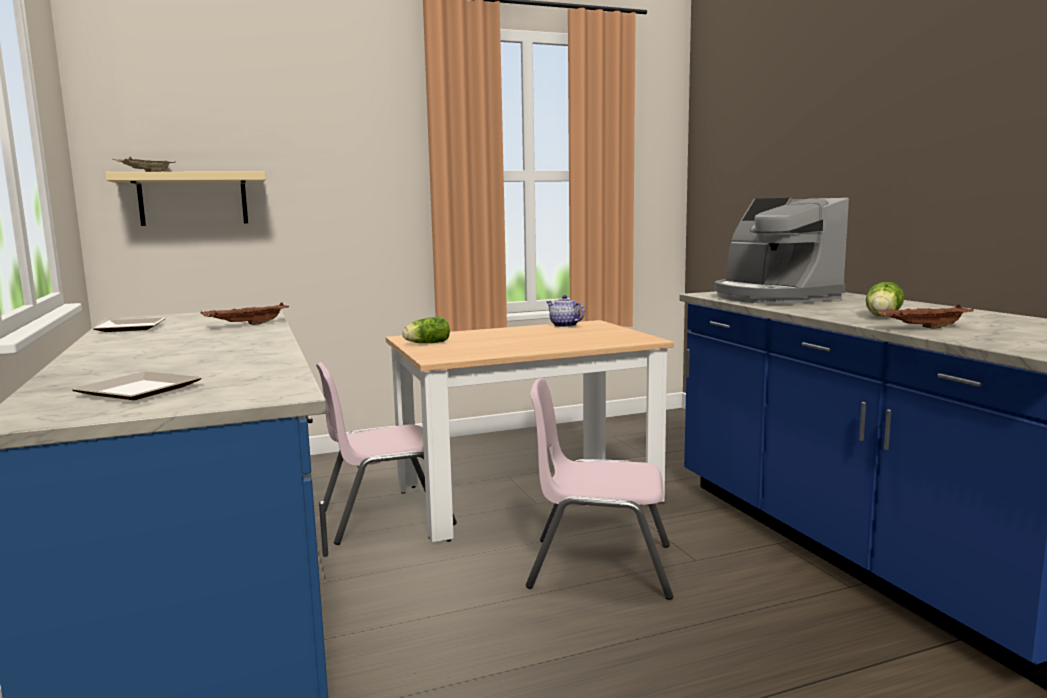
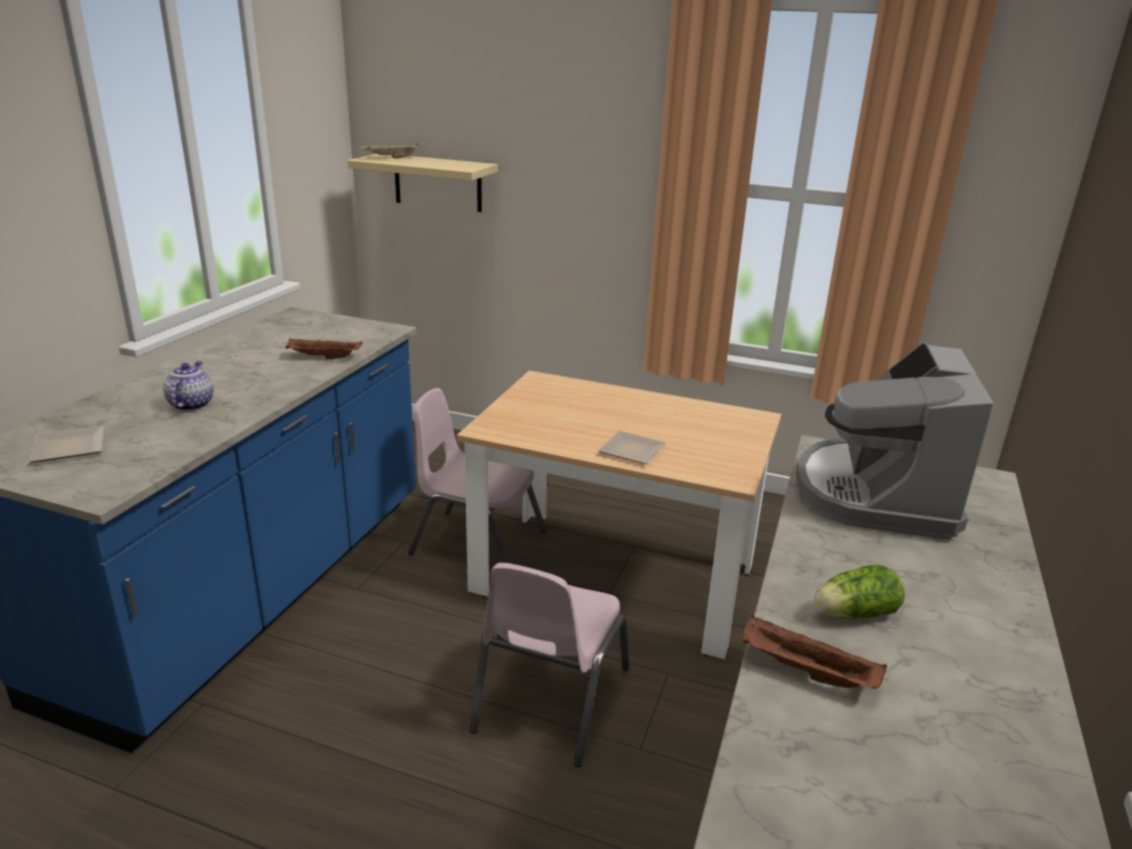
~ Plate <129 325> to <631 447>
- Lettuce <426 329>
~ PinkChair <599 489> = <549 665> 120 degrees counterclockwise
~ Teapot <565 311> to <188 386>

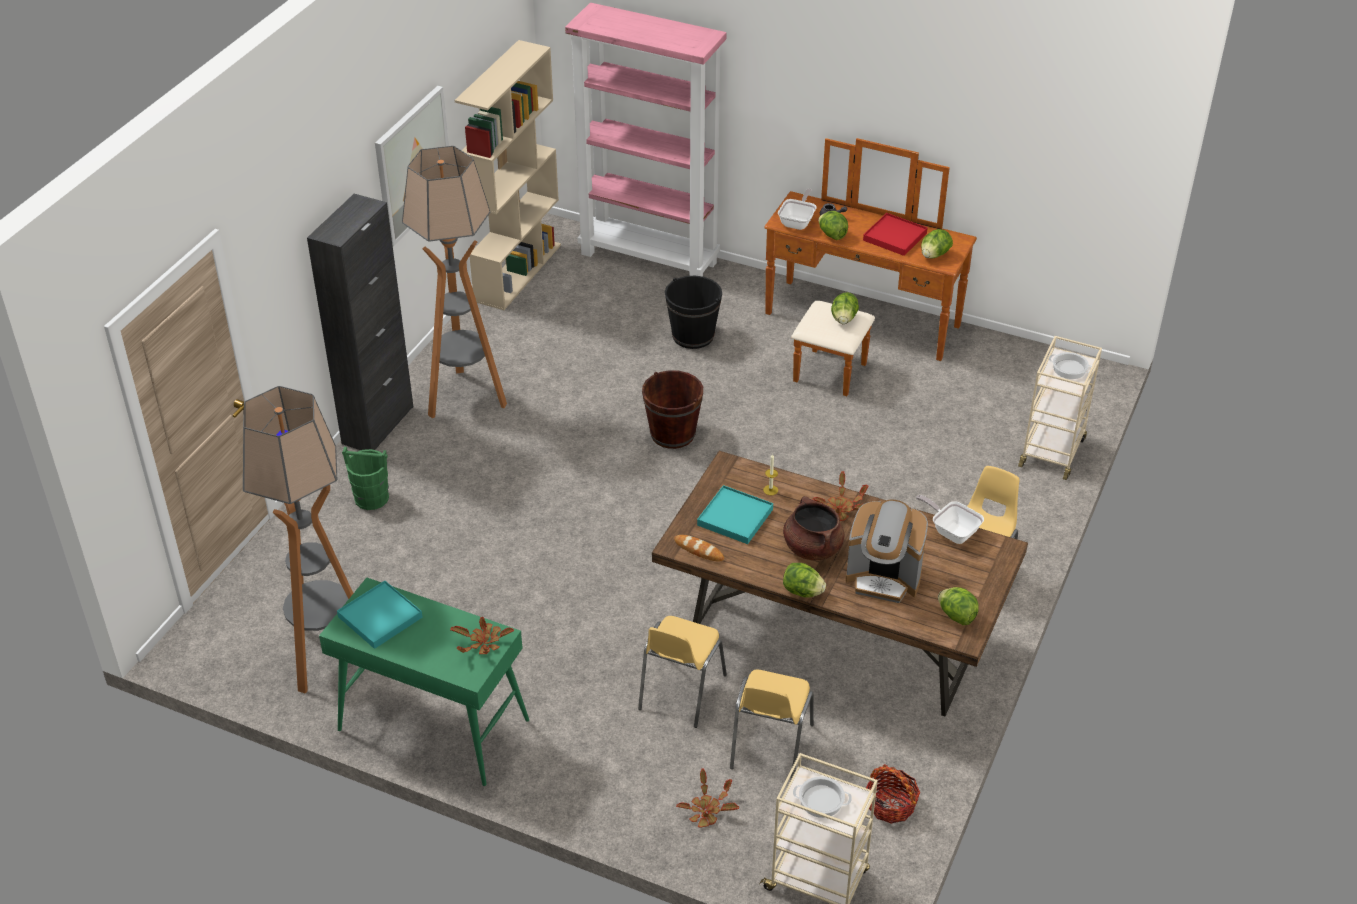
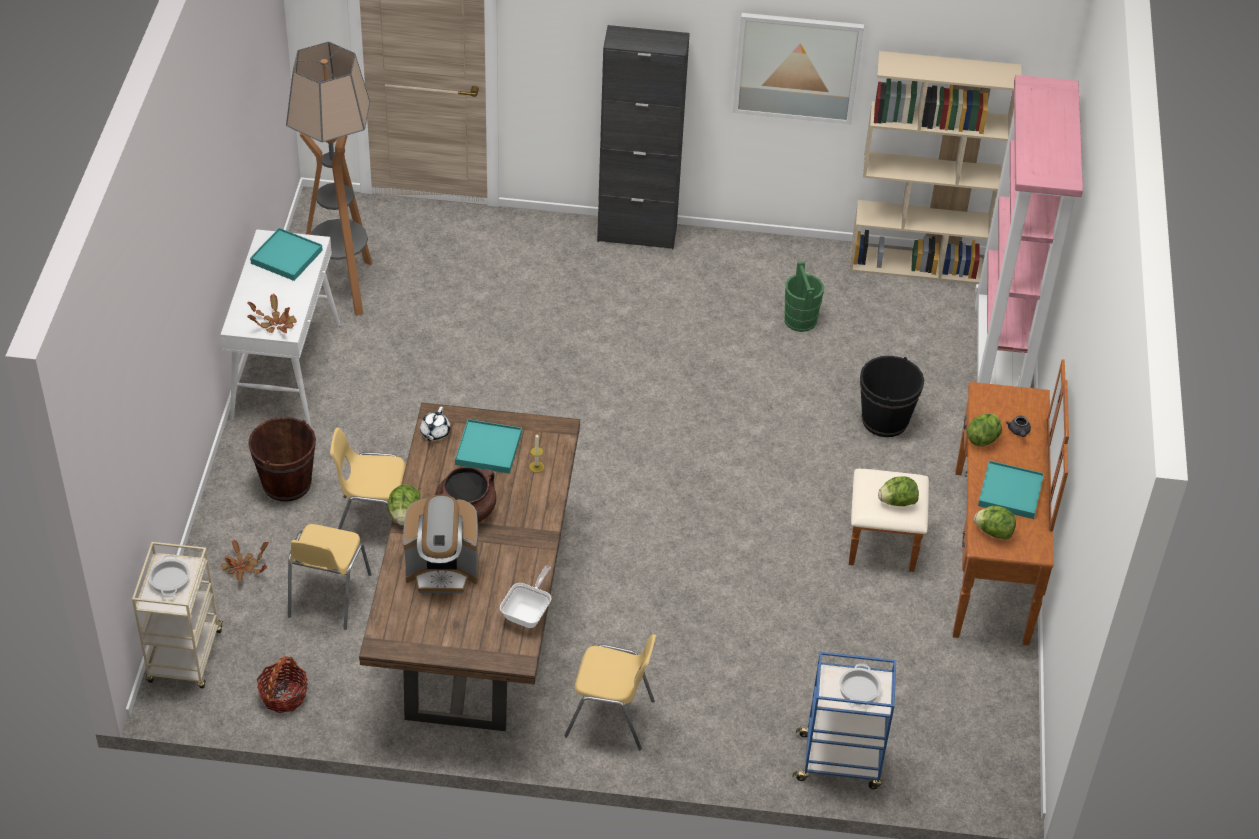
~ GreenConsoleTable <424 681> to WhiteConsoleTable <280 328>
~ GreenBucket <365 478> to <804 297>
- FloorLamp <454 282>
~ BrownBucket <672 409> to <282 459>
~ Bread <699 548> to WhiteTeapot <435 424>
~ YellowChair <772 725> = <330 576> 75 degrees counterclockwise
- FryingPan <797 209>
- PottedPlant <840 496>
~ CoffeeMachine <886 551> = <441 544> 90 degrees counterclockwise
~ RedTray <895 234> to TurquoiseTray <1011 490>
- Lettuce <958 606>
~ BeigeCart <1060 408> to BlueCart <844 720>

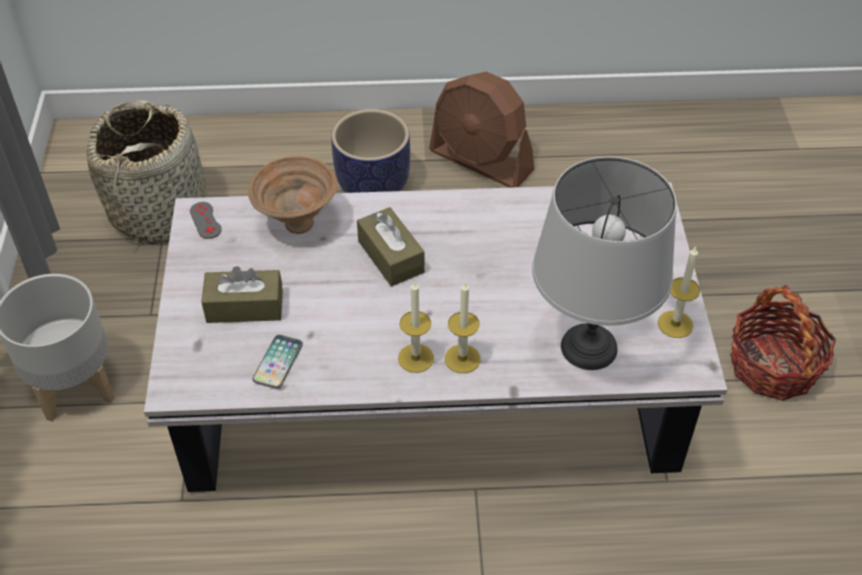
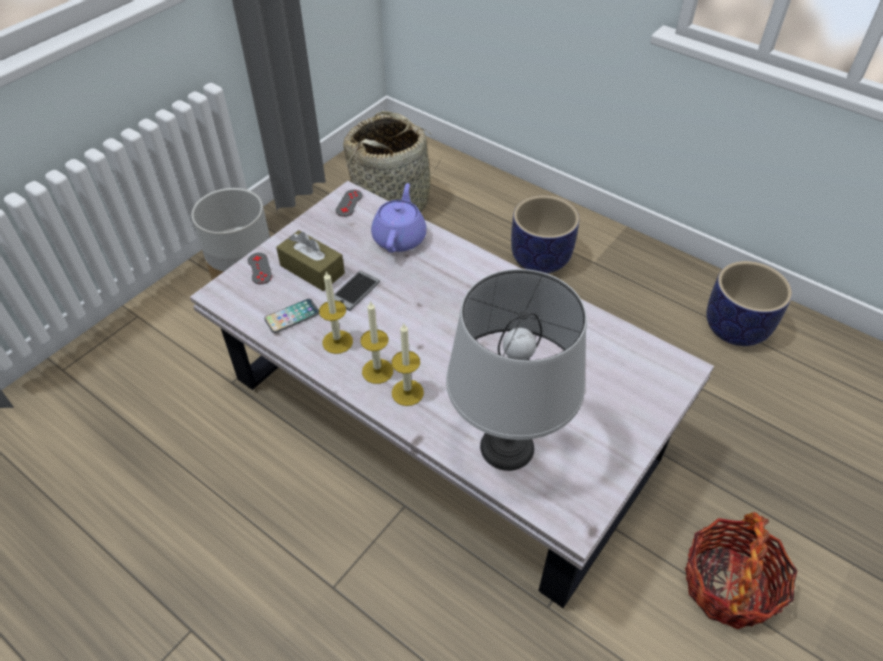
~ BrownBowl <293 195> to PurpleTeapot <399 218>
- BrownTissueBox <391 246>
- BrownFan <481 130>
~ Candle <679 292> to <336 312>
+ GreyGameController <260 268>
+ Phone <357 291>
+ Planter <749 303>

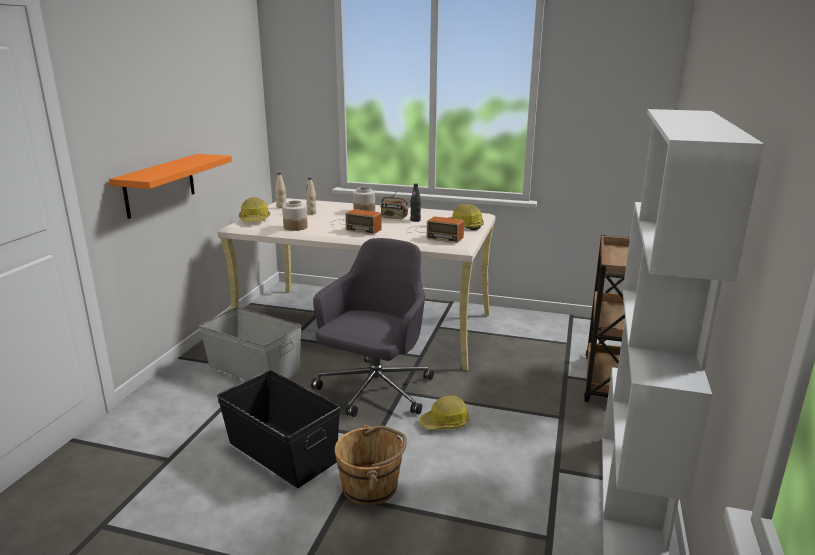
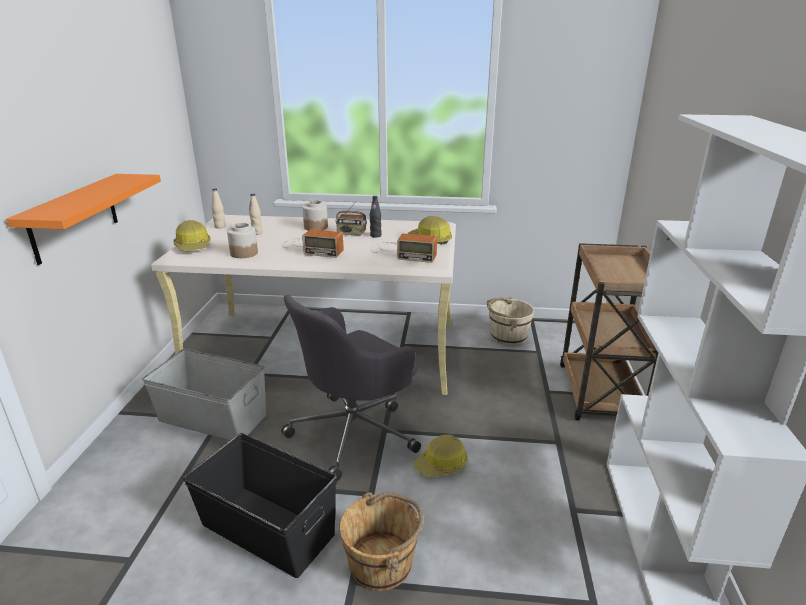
~ GreyOfficeChair <372 327> = <351 388> 150 degrees counterclockwise
+ BeigeBucket <510 321>

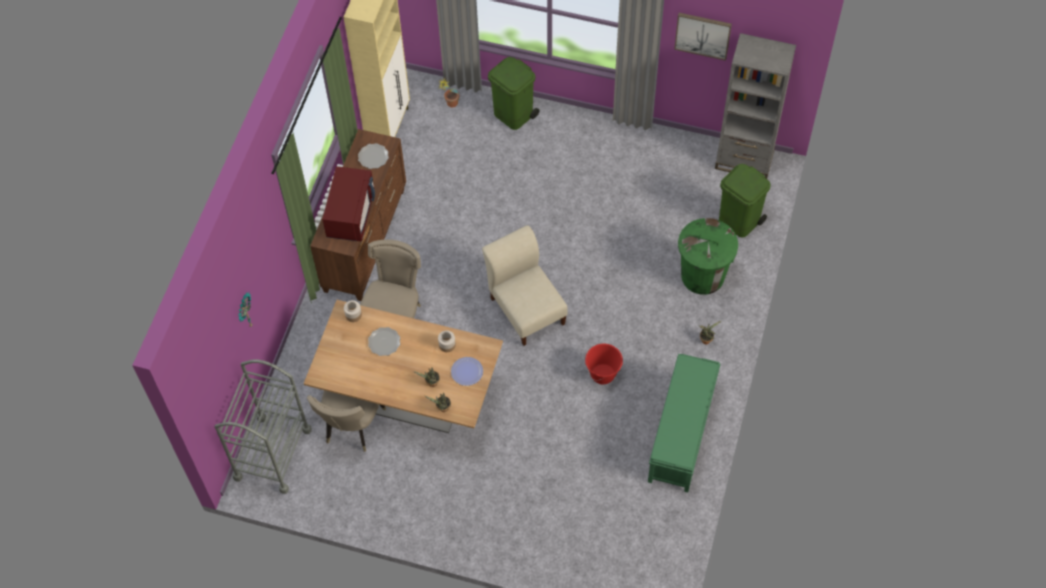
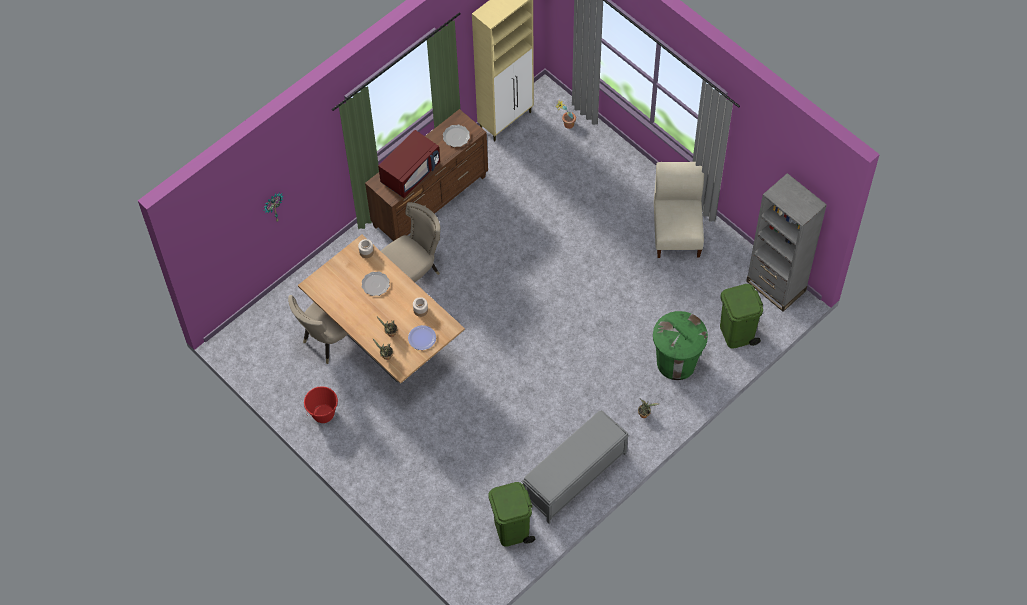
- GreyCart <263 427>
~ BeigeChair <525 285> to <679 210>
~ GreenTrashCan <514 93> to <511 514>
~ RedBucket <604 364> to <321 404>
~ GreenBench <684 423> to GreyBench <575 467>
- Picture <703 37>

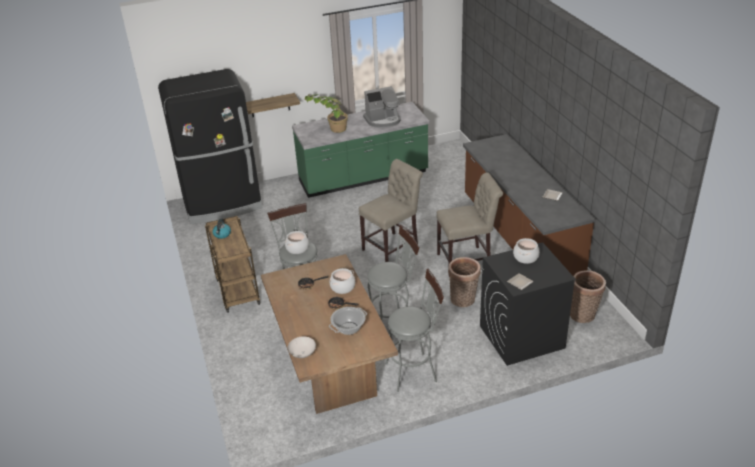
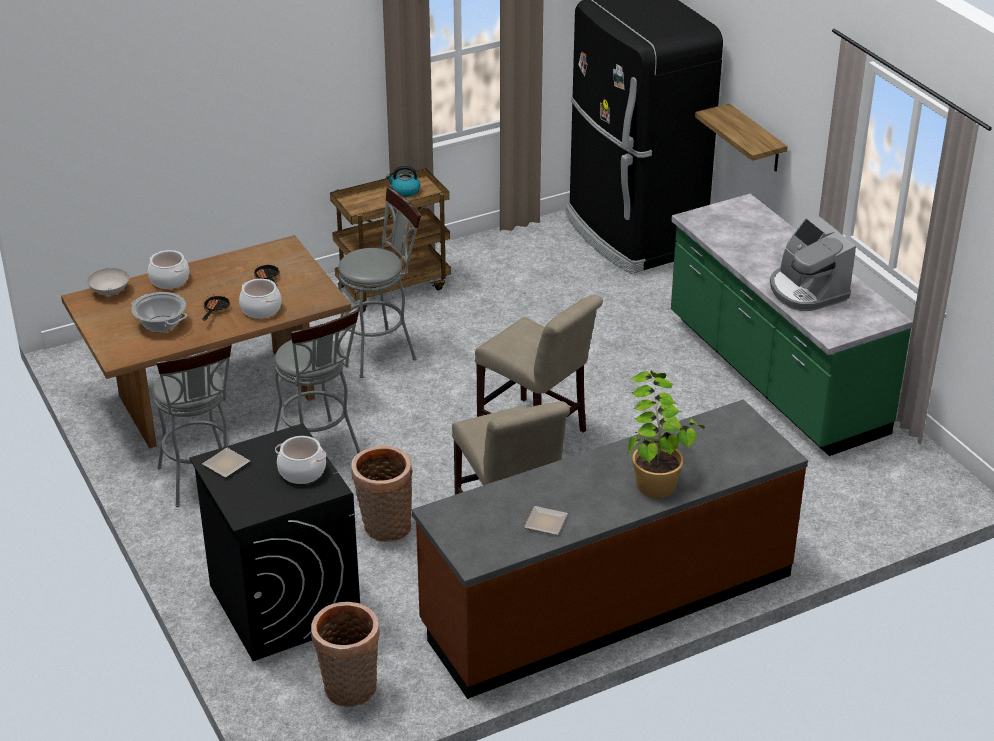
~ CookingPot <297 242> to <168 269>
~ PottedPlant <326 113> to <666 434>

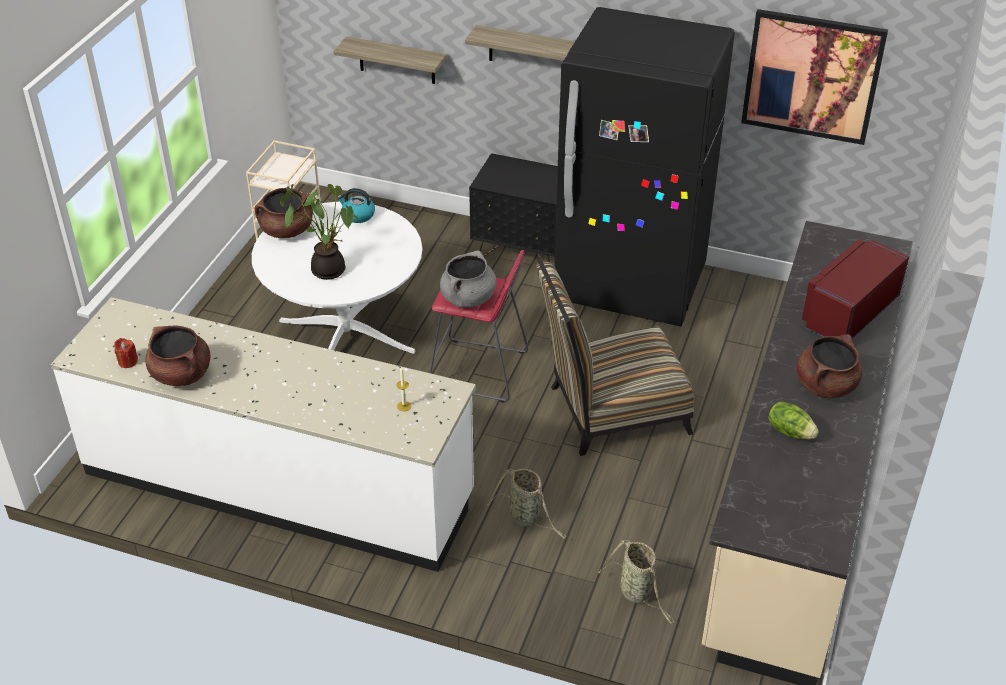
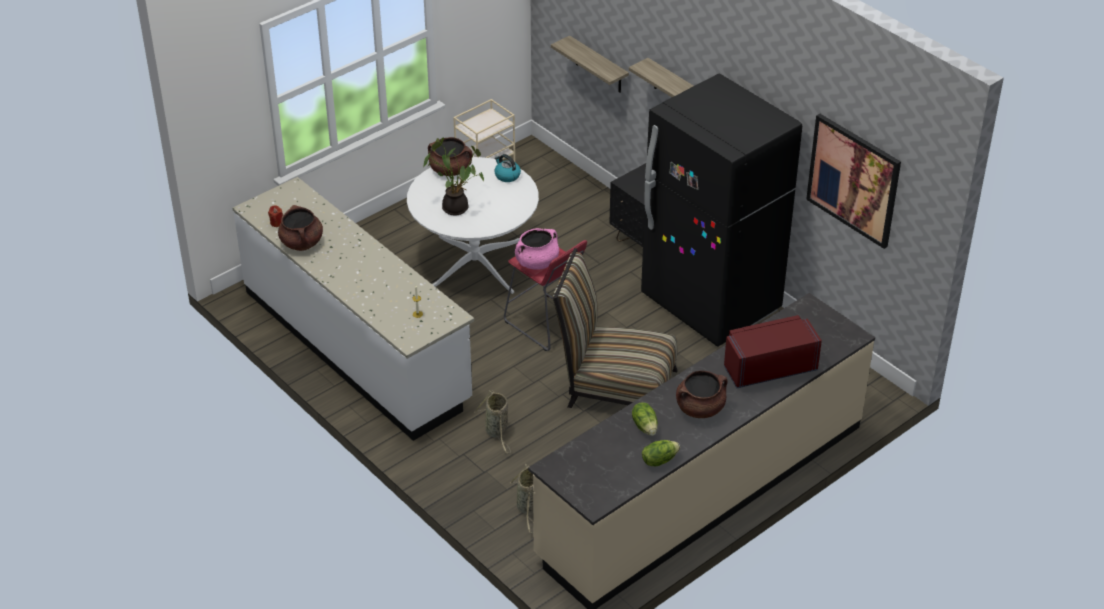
~ GreyCookingPot <468 279> to PinkCookingPot <537 249>
+ Lettuce <661 453>

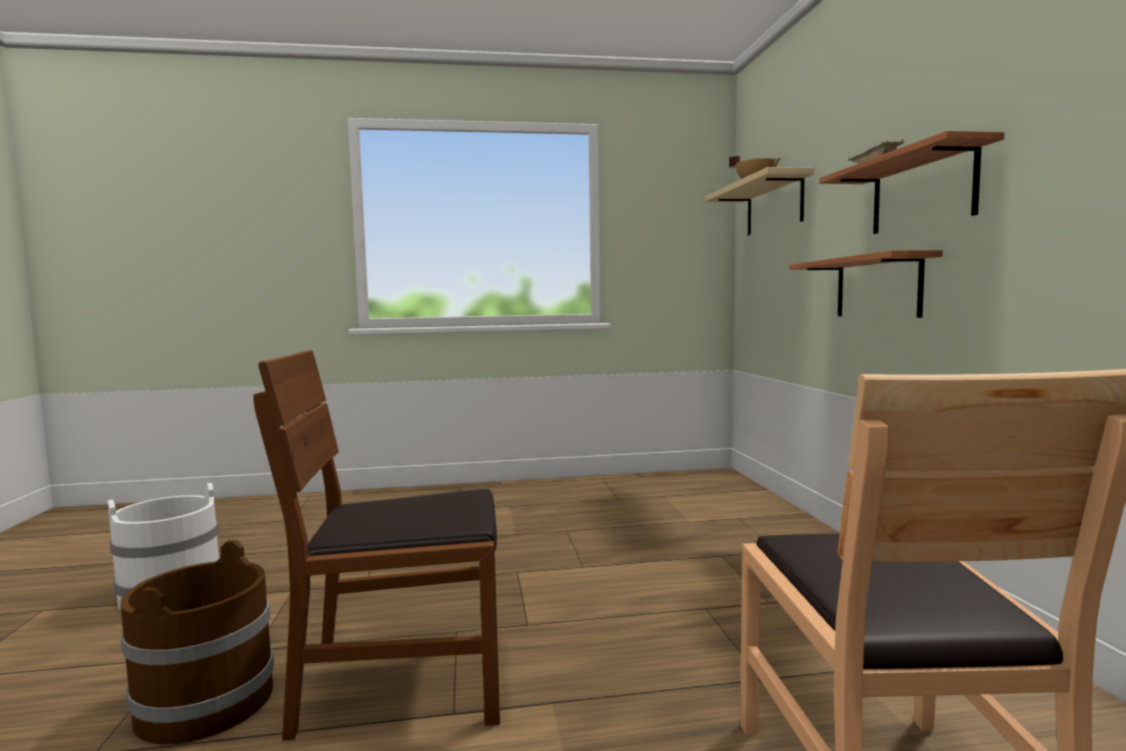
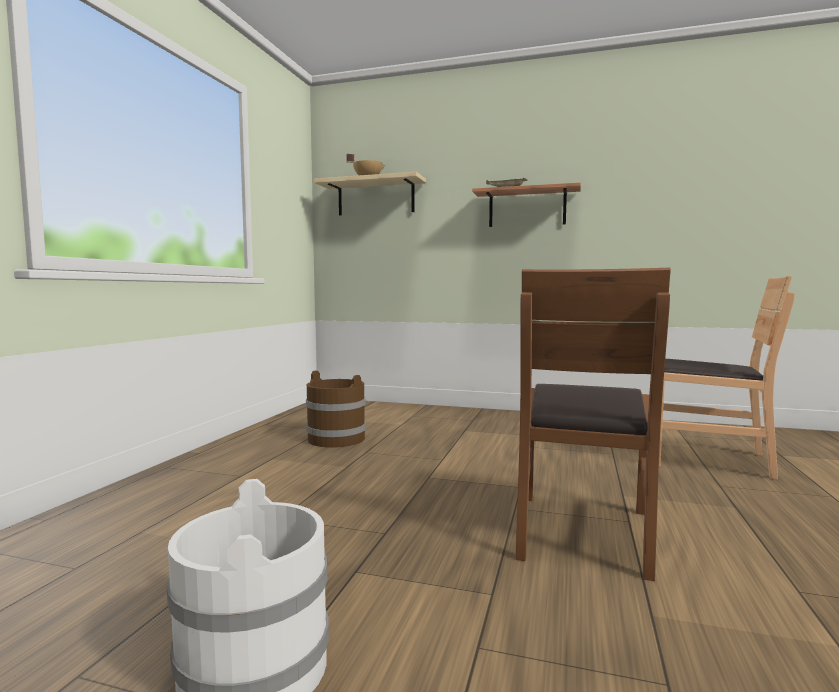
~ BrownBucket <197 642> to <336 409>
- Shelf <866 284>

